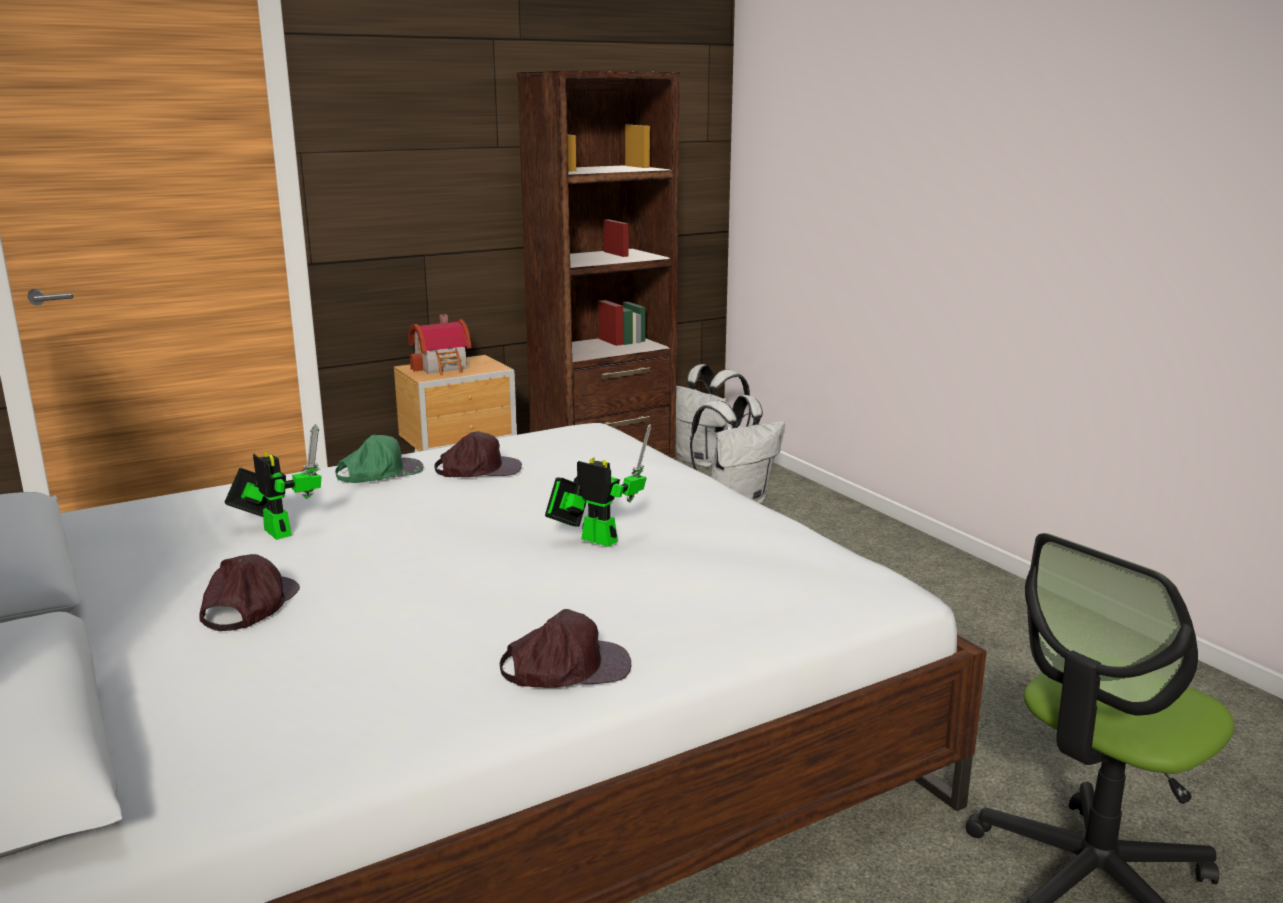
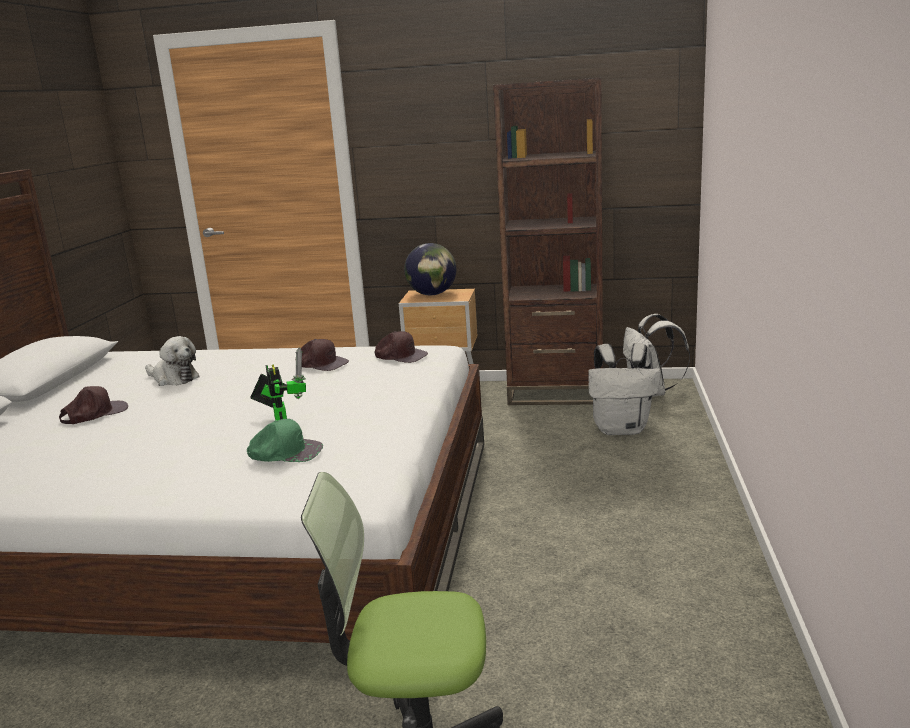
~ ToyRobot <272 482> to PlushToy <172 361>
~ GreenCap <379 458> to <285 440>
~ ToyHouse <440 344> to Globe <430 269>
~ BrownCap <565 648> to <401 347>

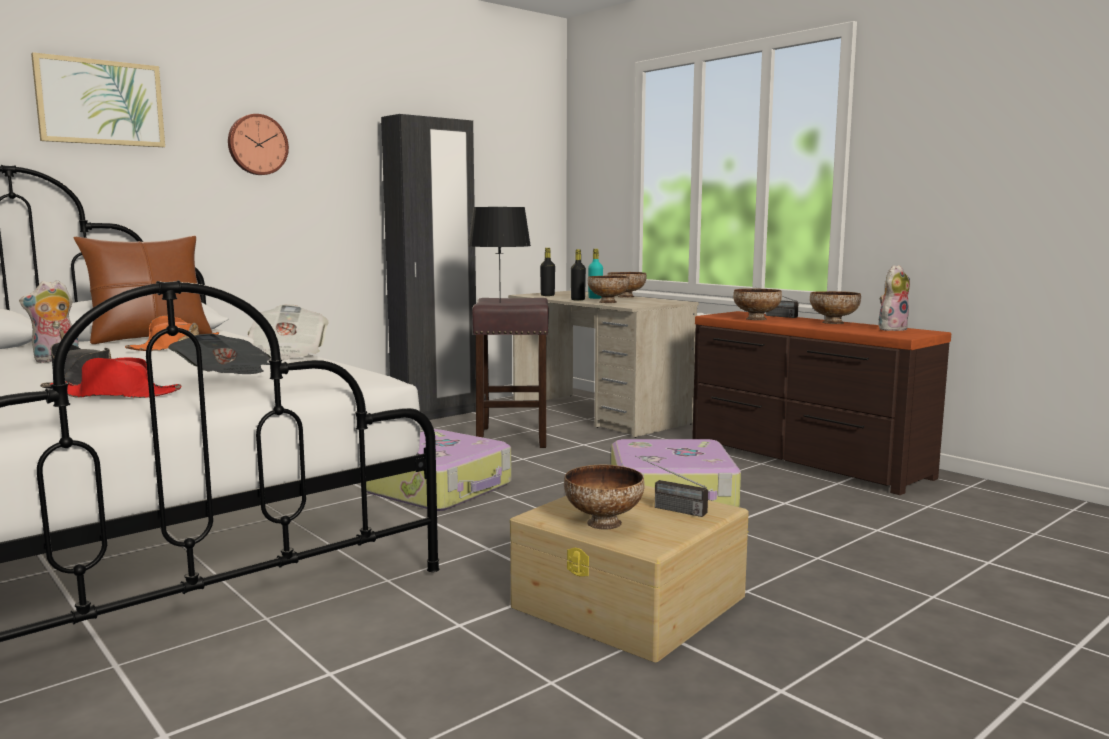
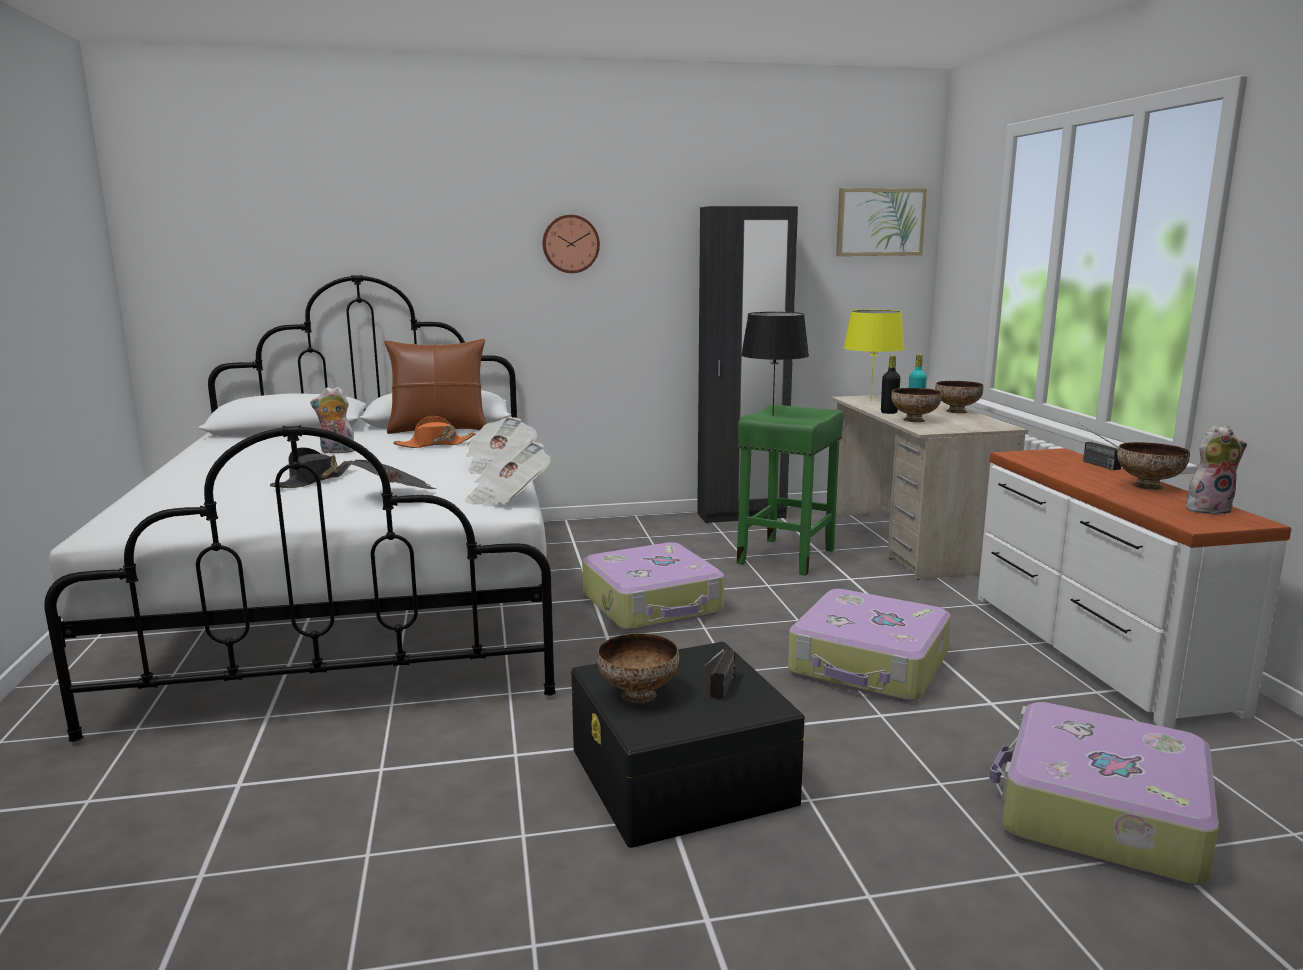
~ Picture <98 99> to <881 222>
- RedHat <115 377>
~ BrownStool <510 373> to GreenStool <790 490>
~ BeigeStorageBox <629 574> to BlackStorageBox <688 745>
~ BlackBottle <547 272> to YellowTableLamp <874 356>
~ Radio <671 486> = <720 674> 135 degrees counterclockwise
~ BrownDresser <821 403> to WhiteDresser <1135 588>
- Bowl <757 304>
+ Newspaper <508 473>
+ Suitcase <1104 793>

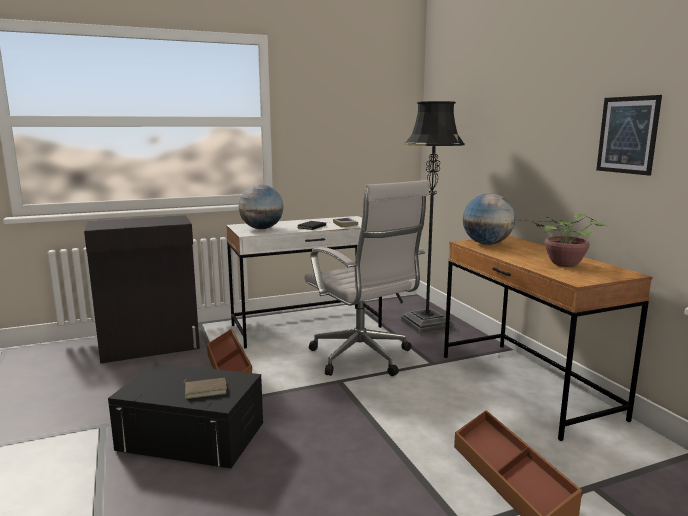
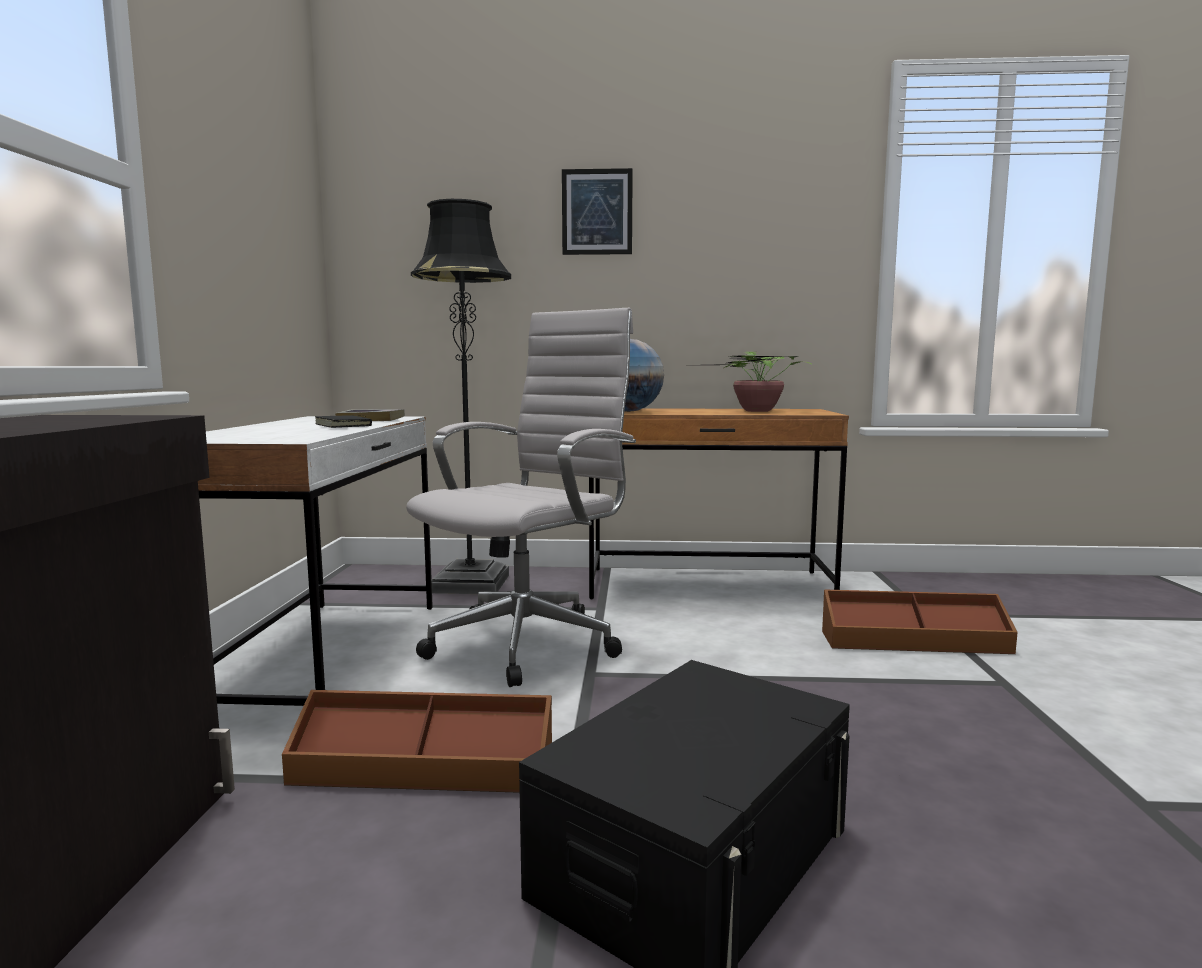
- BrownBook <205 388>
- Globe <260 207>
~ WhiteOfficeChair <367 278> = <521 497> 45 degrees counterclockwise
~ Picture <629 135> to <597 211>

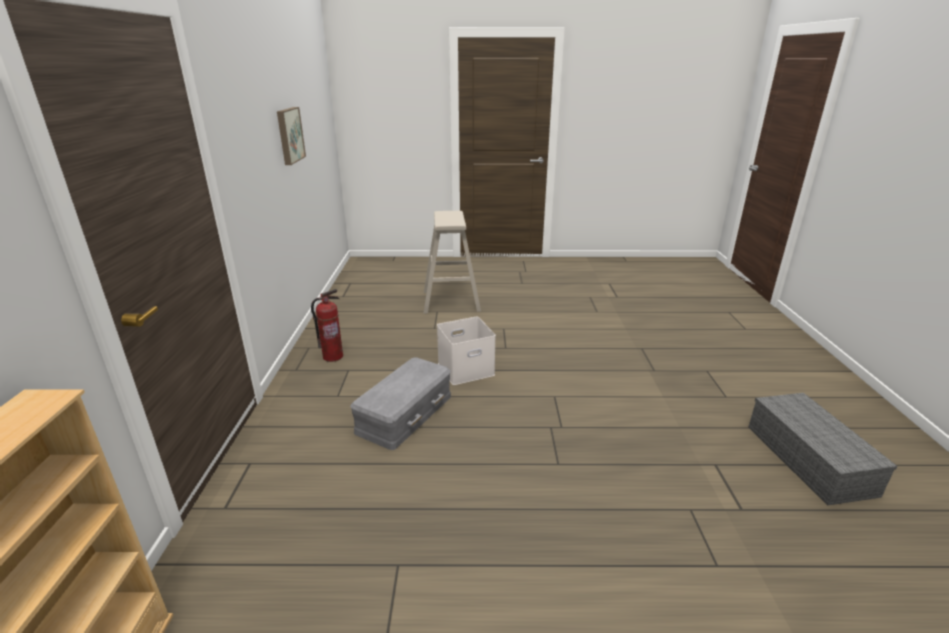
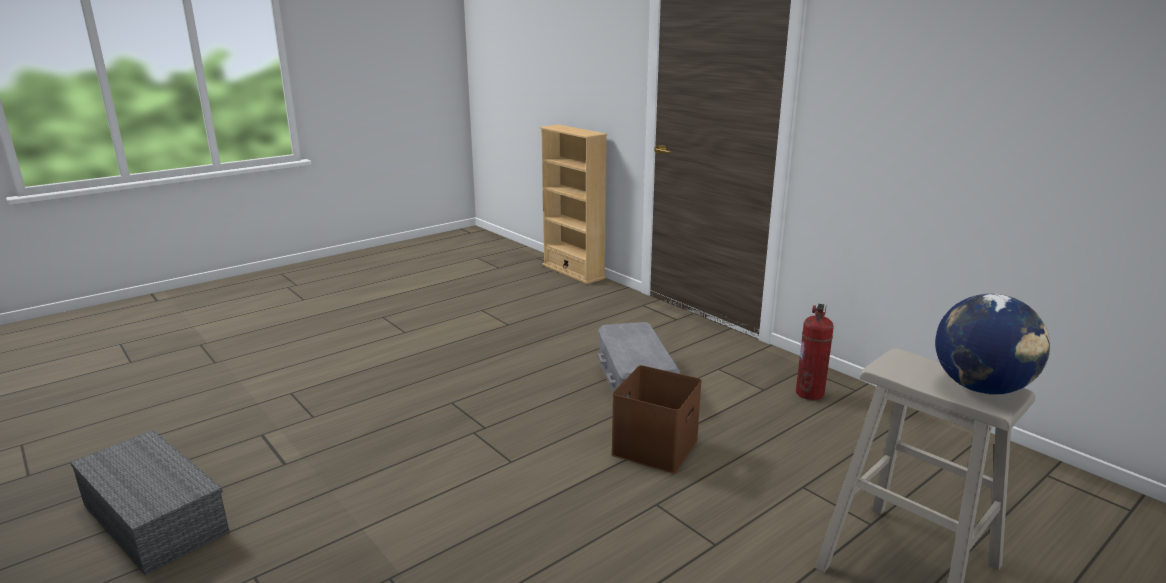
- Picture <291 136>
~ WhiteStorageBox <466 350> to BrownStorageBox <656 419>
+ Globe <992 344>

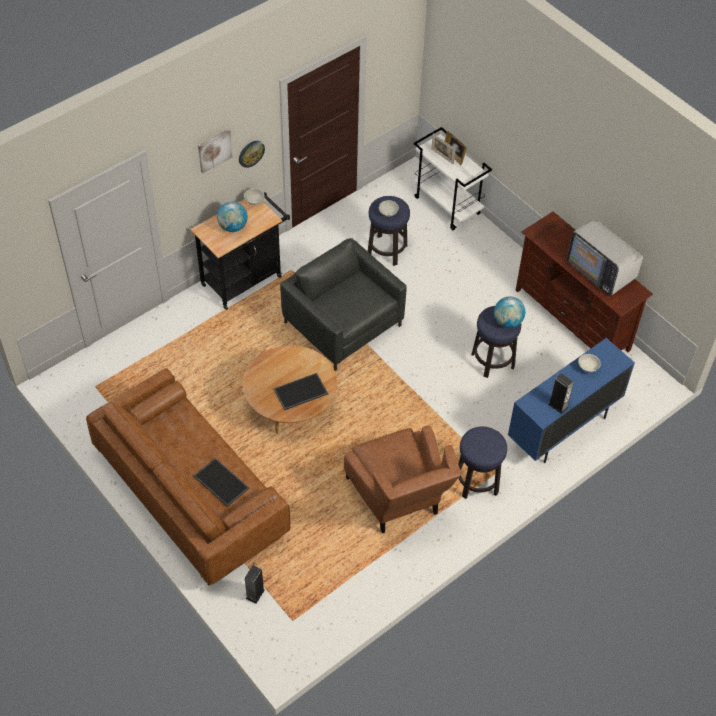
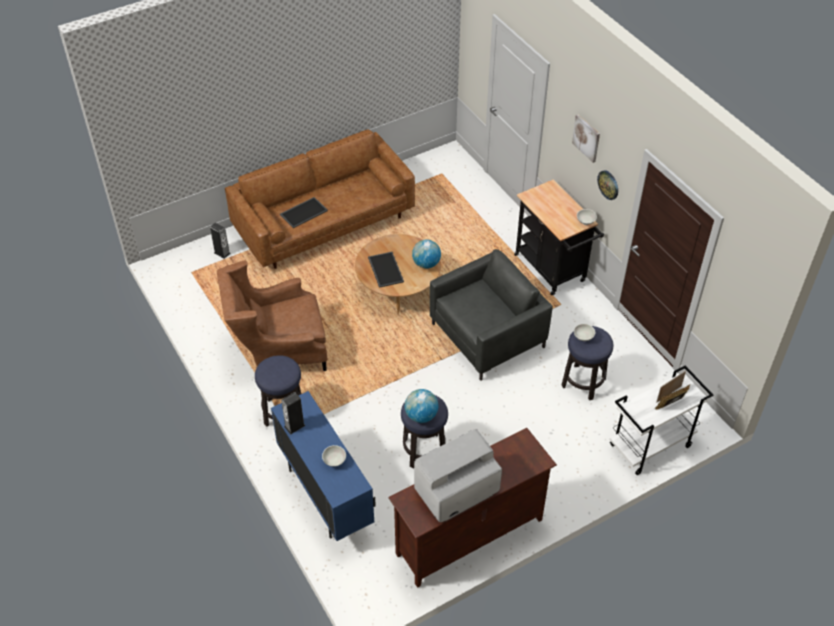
~ Globe <232 216> to <426 254>

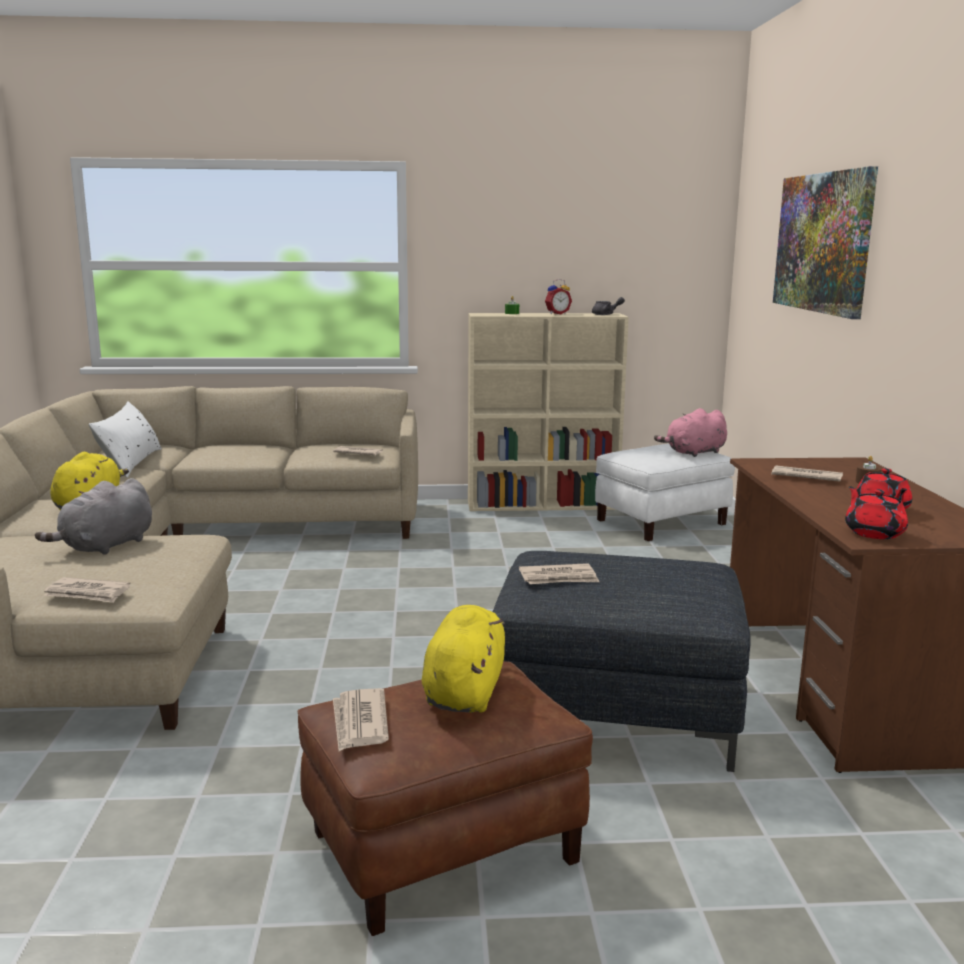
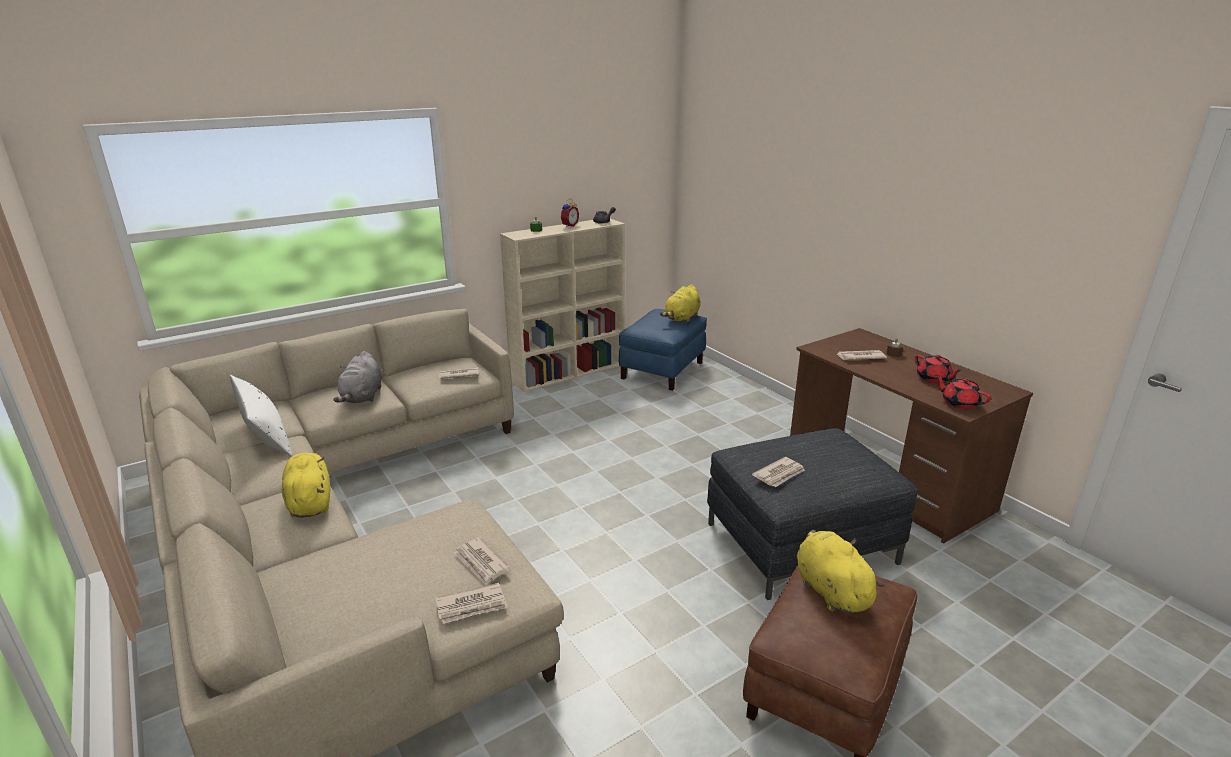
~ GreyPlushToy <93 516> to <358 377>
~ Newspaper <361 719> to <481 561>
~ WhiteOttoman <665 492> to BlueOttoman <663 350>
~ PinkPlushToy <690 432> to YellowPlushToy <680 303>
- Picture <825 242>

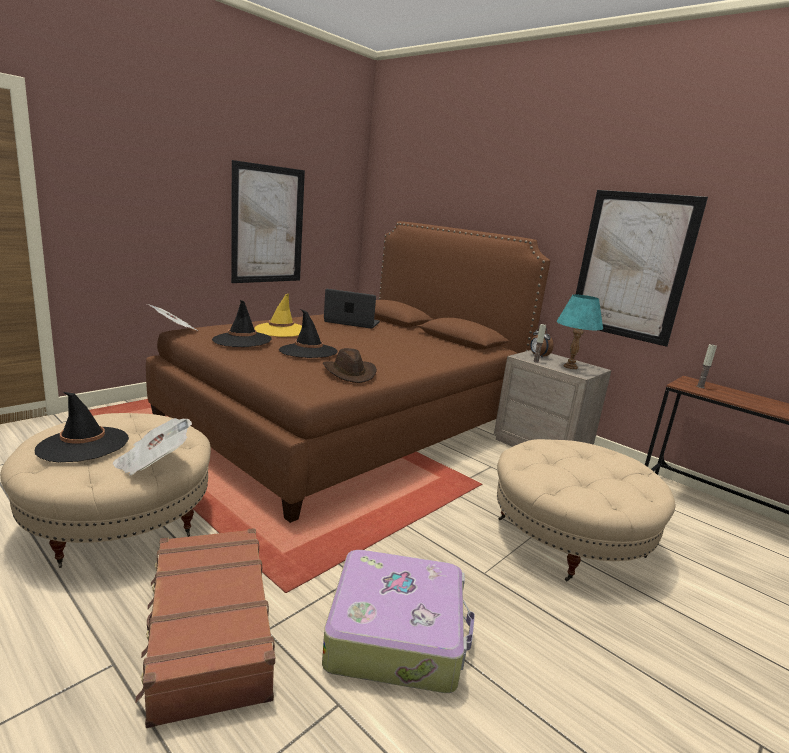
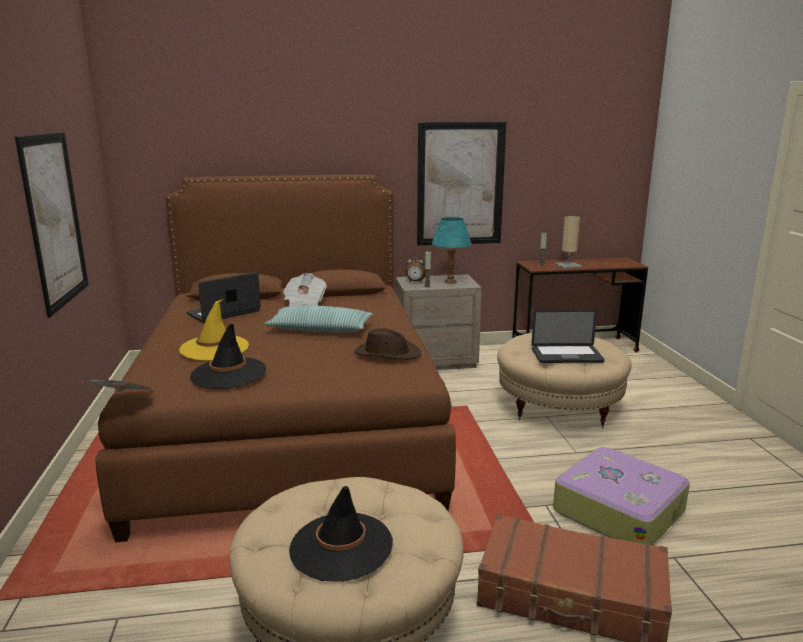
~ Newspaper <152 446> to <305 289>
- BlackHat <308 333>
+ Pillow <318 319>
+ Laptop <568 336>
+ BeigeTableLamp <568 242>

